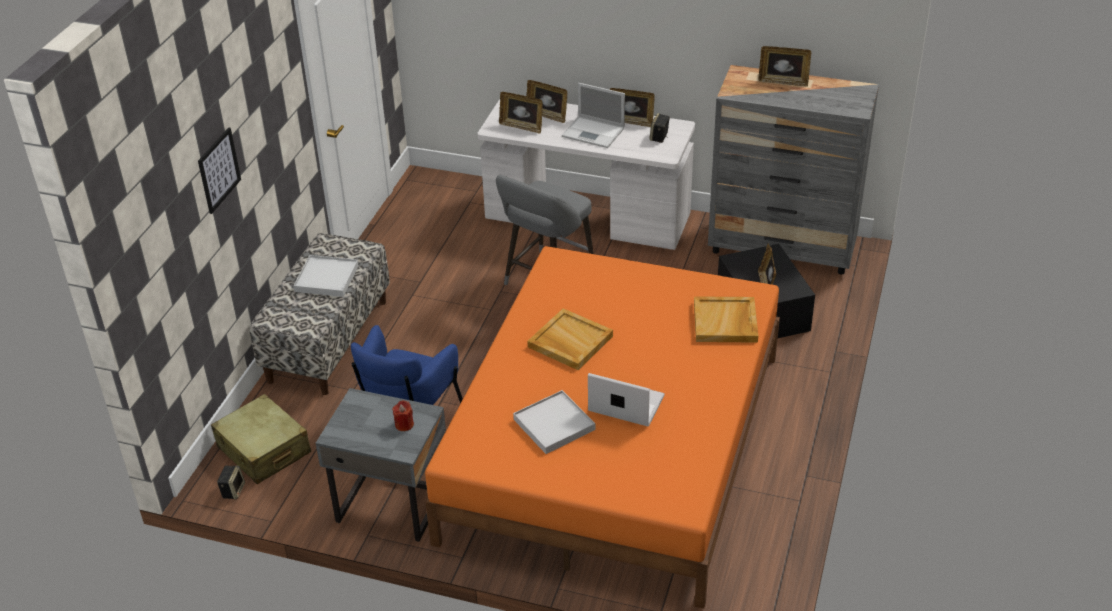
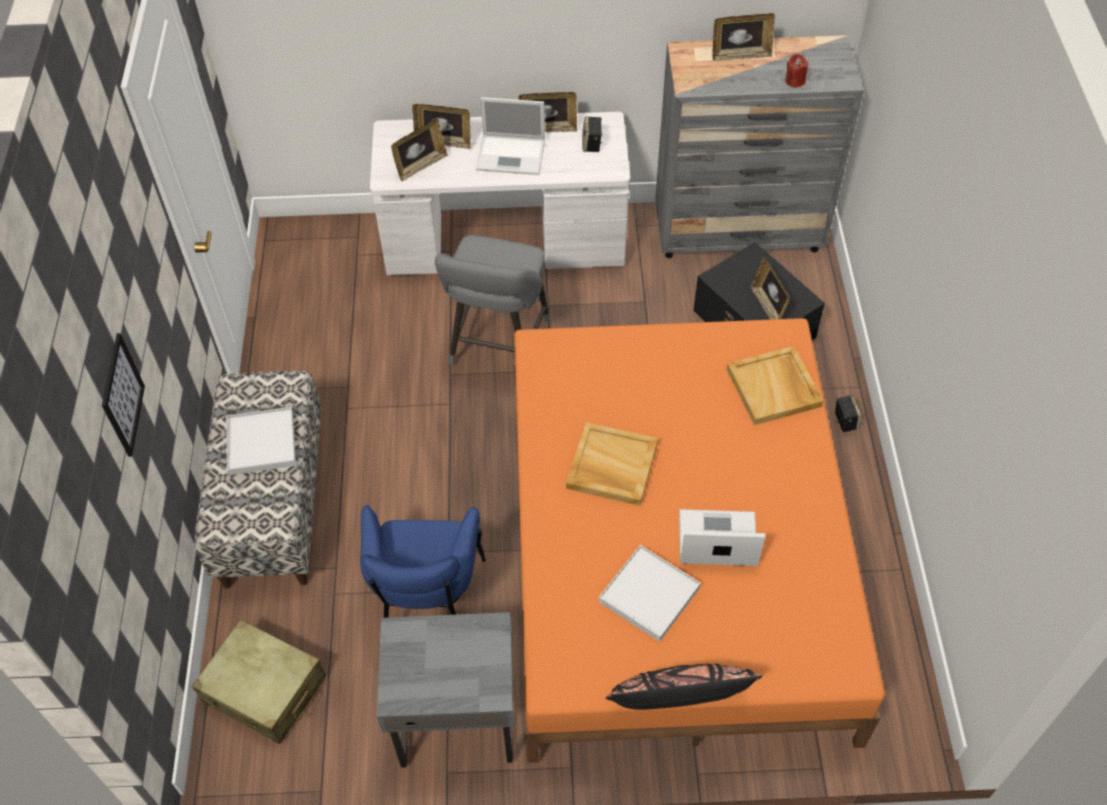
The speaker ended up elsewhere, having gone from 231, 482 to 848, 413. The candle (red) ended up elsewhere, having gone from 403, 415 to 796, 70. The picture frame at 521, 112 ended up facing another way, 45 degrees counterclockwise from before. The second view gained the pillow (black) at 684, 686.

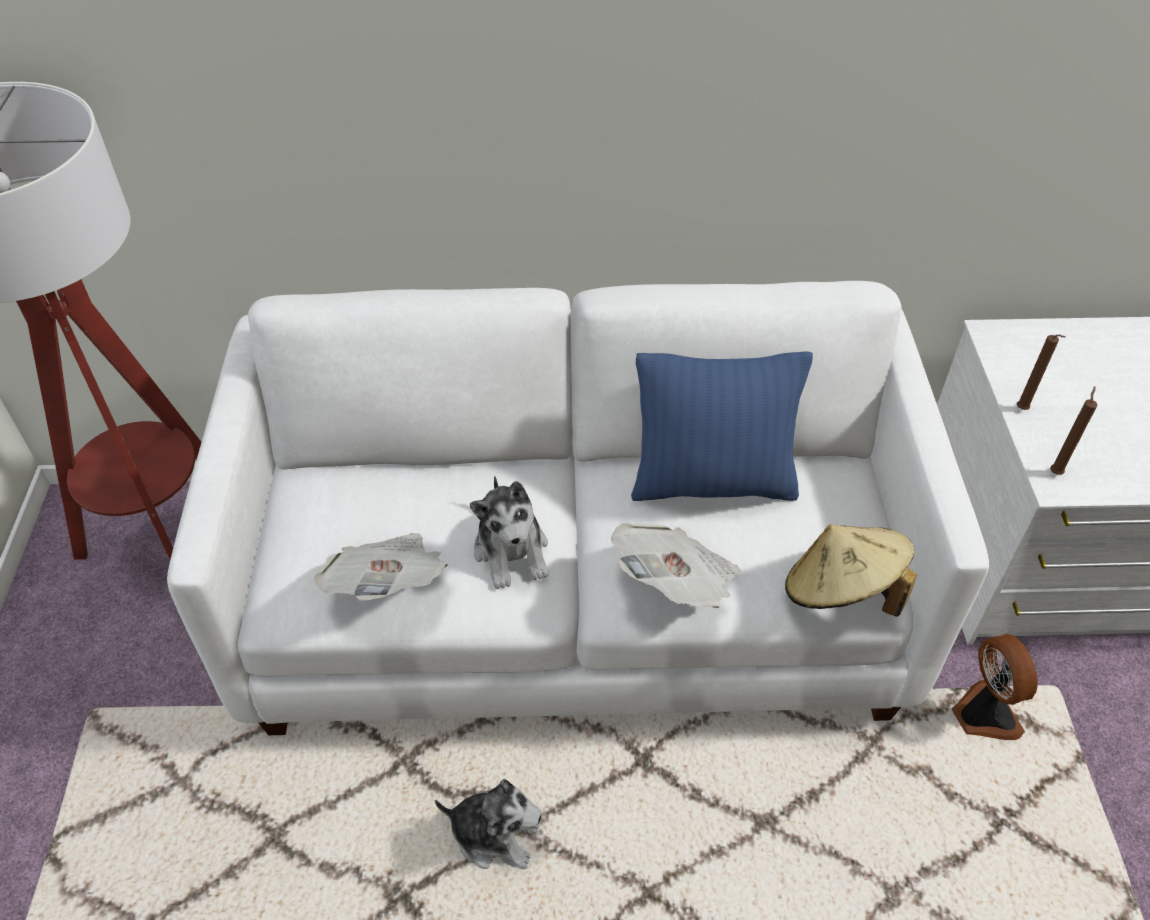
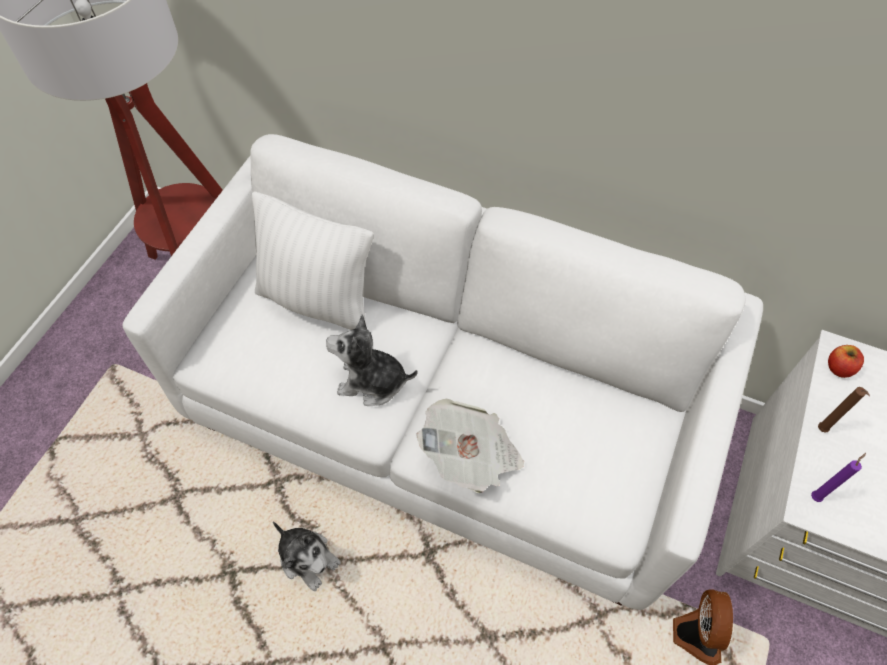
The second view lost the newspaper at 381, 567. The plush toy at 509, 533 ended up facing another way, 90 degrees clockwise from before. The second view lost the pillow (blue) at 722, 426. The second view lost the hat (beige) at 851, 570. What was the candle (brown) at 1073, 431 turned into the candle (purple) at 838, 477. The second view gained the pillow (white) at 312, 260. The second view gained the apple at 846, 361.

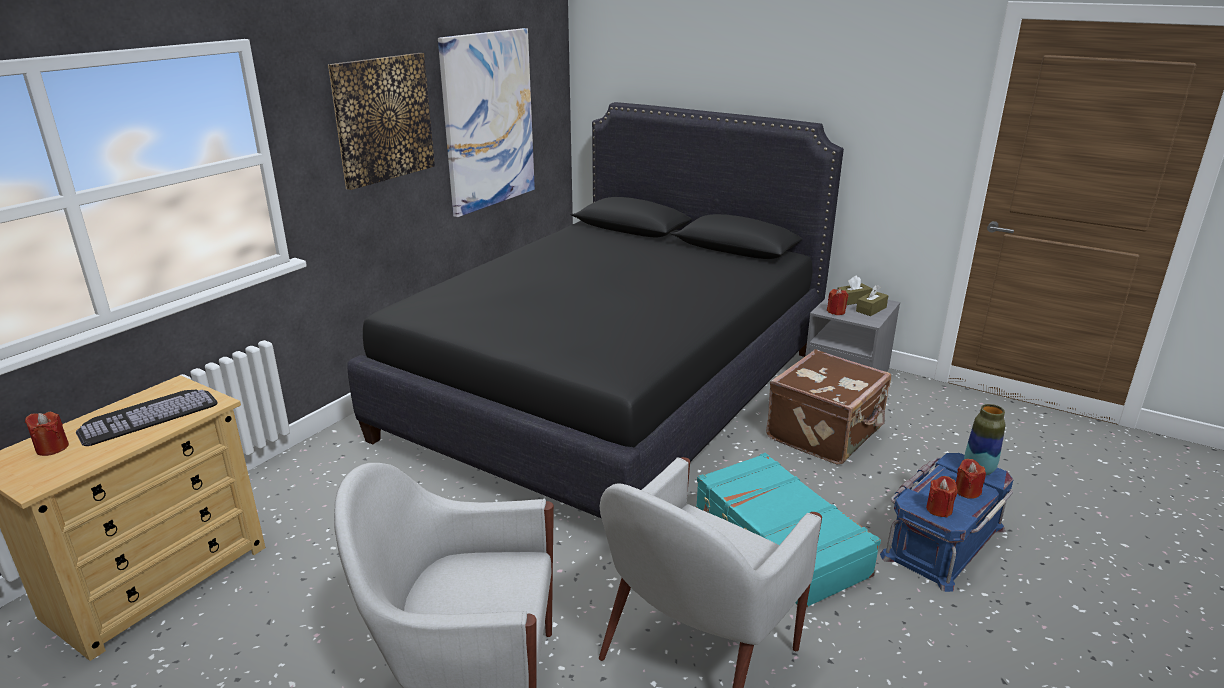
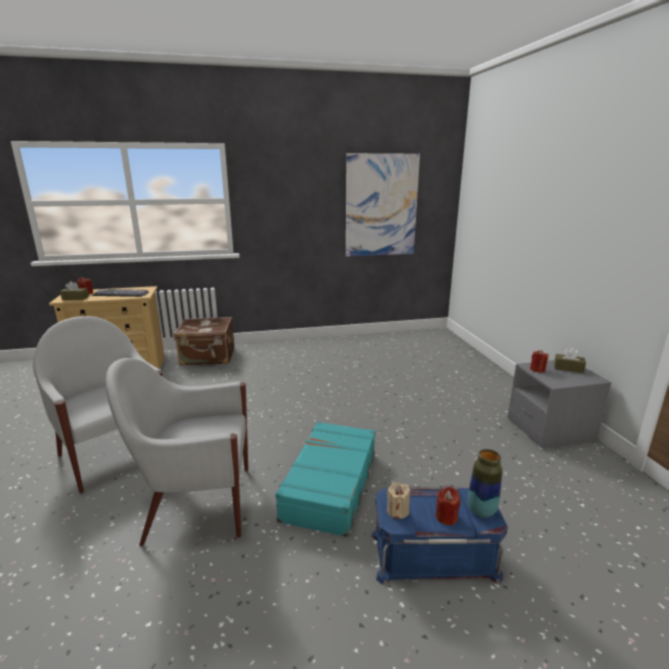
The second view lost the picture at 381, 121. The second view lost the bed (black) at 596, 310. The suitcase (brown) ended up elsewhere, having gone from 828, 407 to 204, 341. The tissue box (brown) ended up elsewhere, having gone from 872, 300 to 74, 290. What was the candle (red) at 942, 497 turned into the candle (beige) at 398, 501.

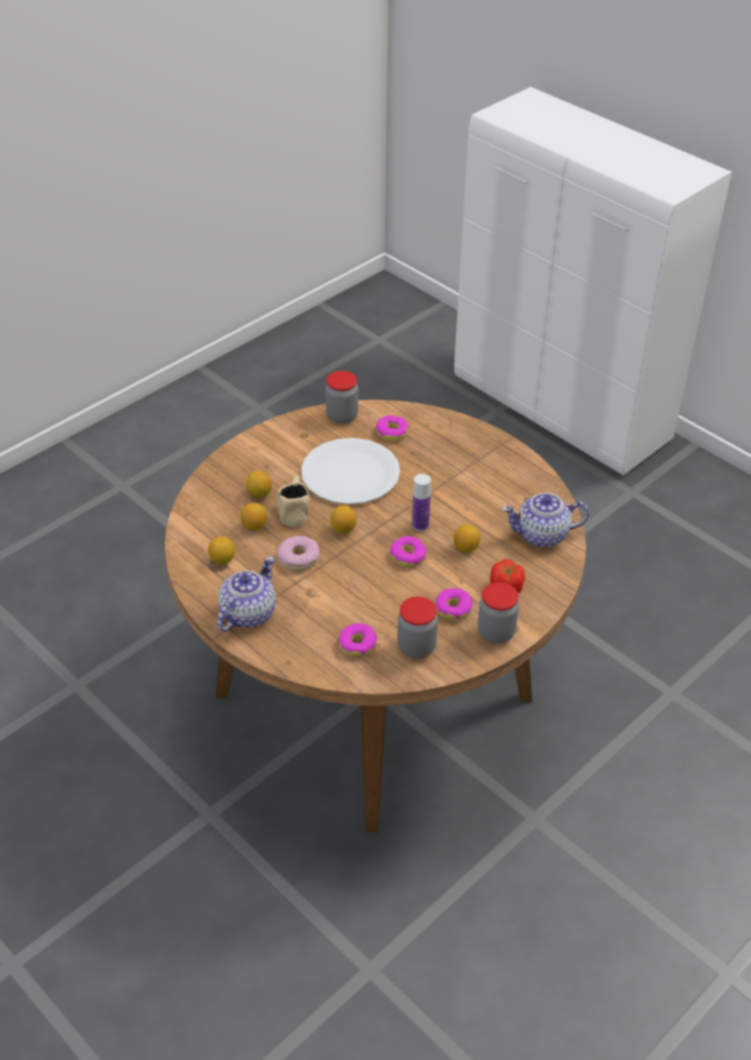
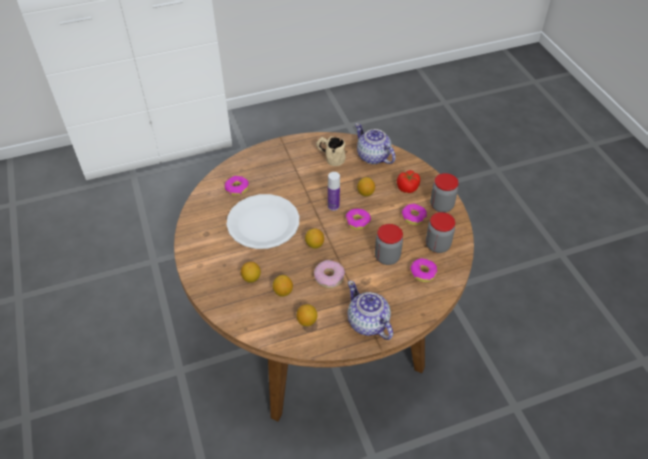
The mug (beige) ended up elsewhere, having gone from 293, 501 to 331, 151. The jar ended up elsewhere, having gone from 341, 397 to 389, 244. The teapot at 545, 520 ended up facing another way, 120 degrees clockwise from before.

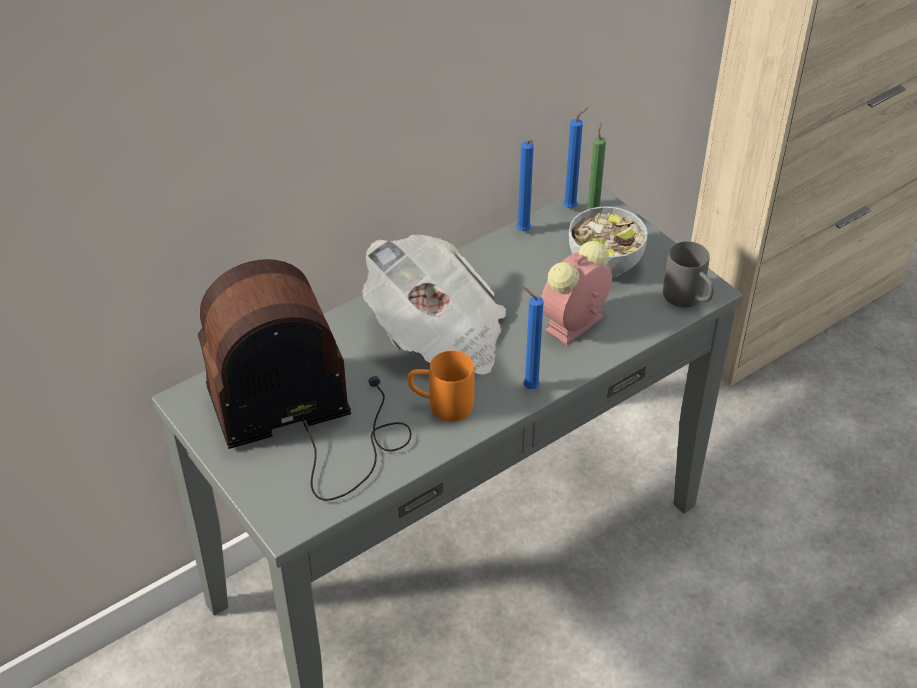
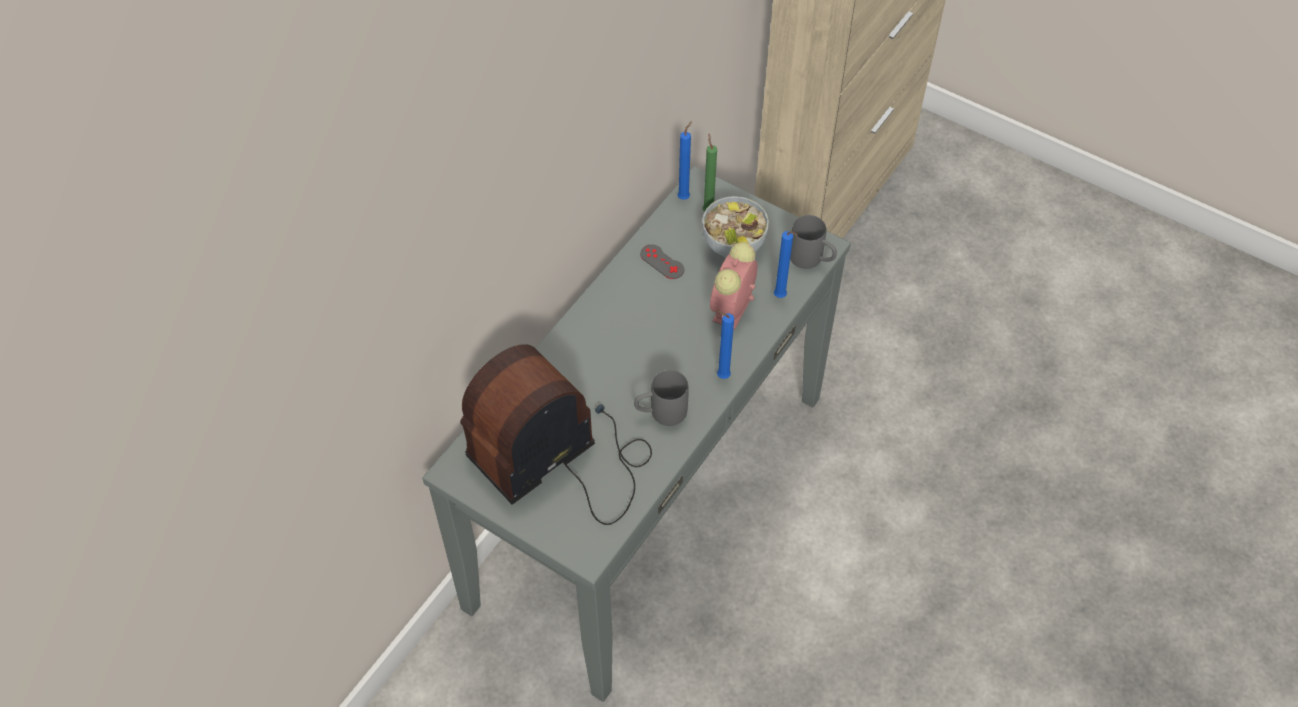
The second view lost the newspaper at 434, 305. What was the mug (orange) at 440, 386 turned into the mug (grey) at 661, 398. The candle (blue) ended up elsewhere, having gone from 525, 185 to 785, 264. The second view gained the game controller (grey) at 662, 261.

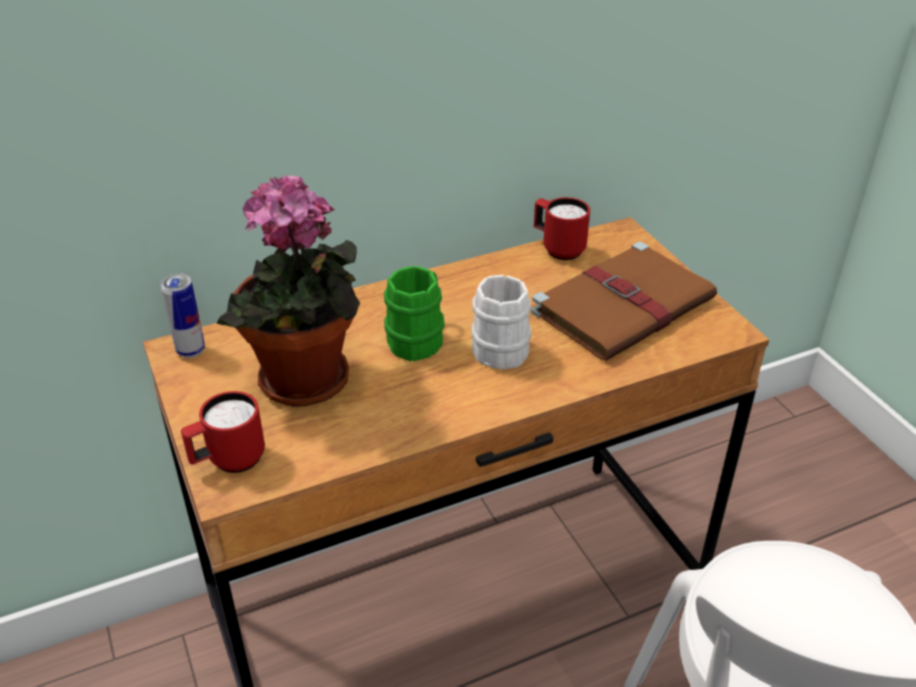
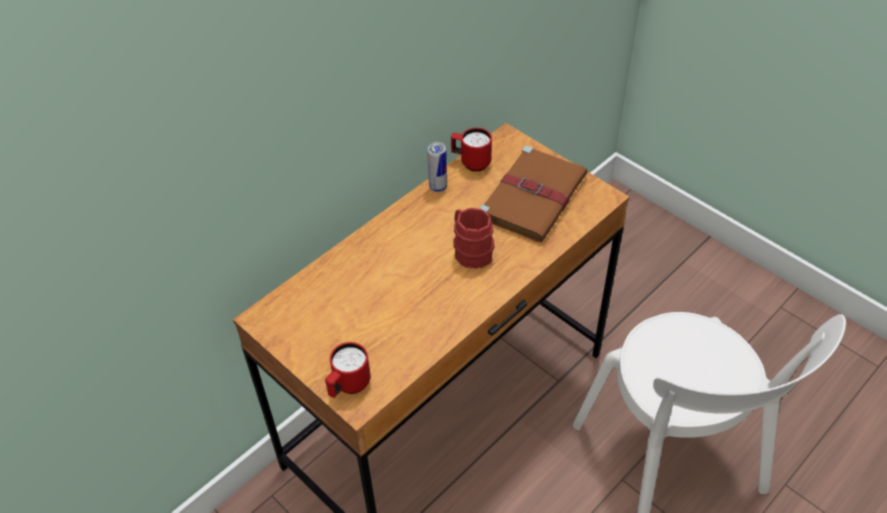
The can ended up elsewhere, having gone from 182, 315 to 437, 167. The second view lost the potted plant at 288, 291. The second view lost the mug (green) at 414, 313. What was the mug (white) at 501, 322 turned into the mug (red) at 474, 238.

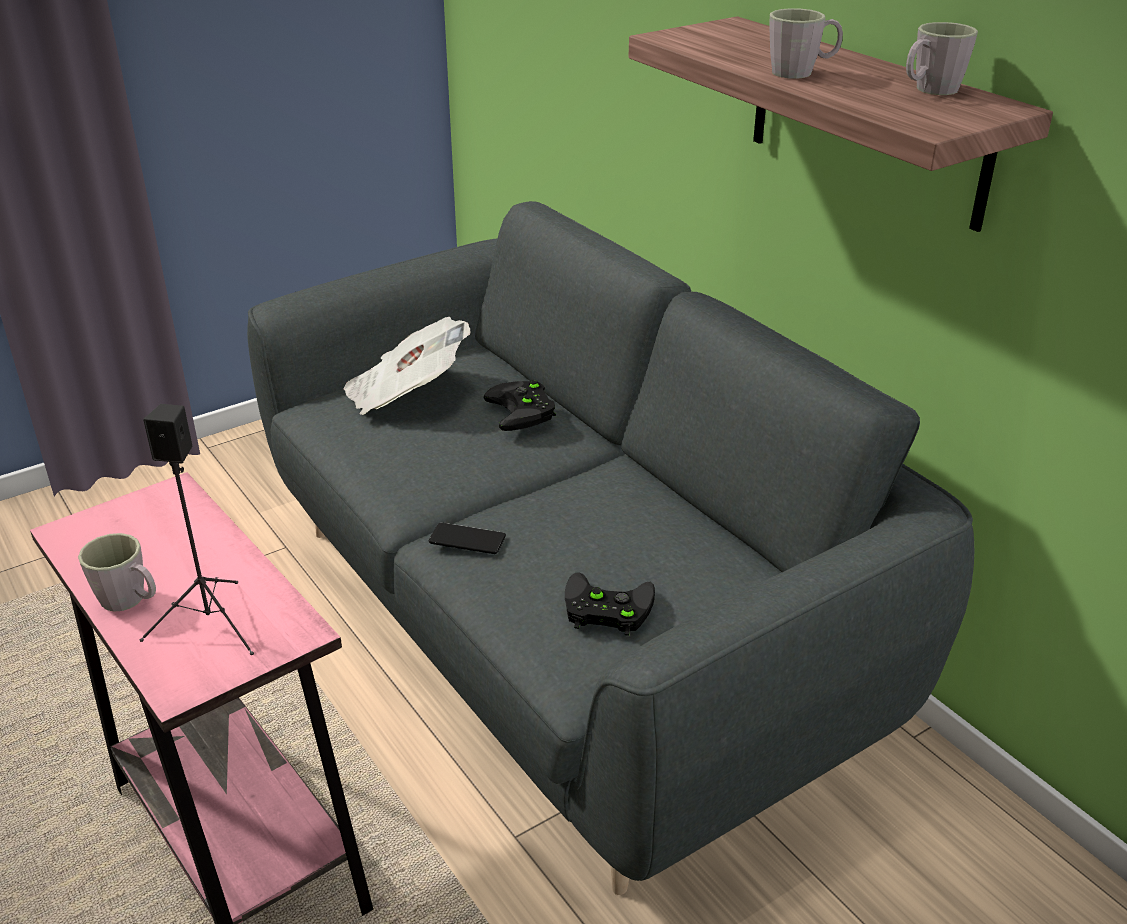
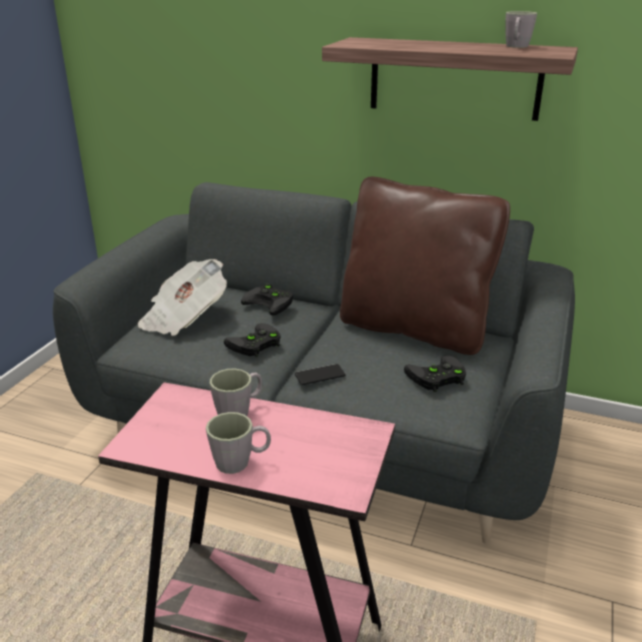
The second view lost the speaker (black) at 197, 529. The mug (grey) ended up elsewhere, having gone from 806, 43 to 236, 392. The second view gained the game controller (black) at 252, 340. The second view gained the pillow (brown) at 425, 266.

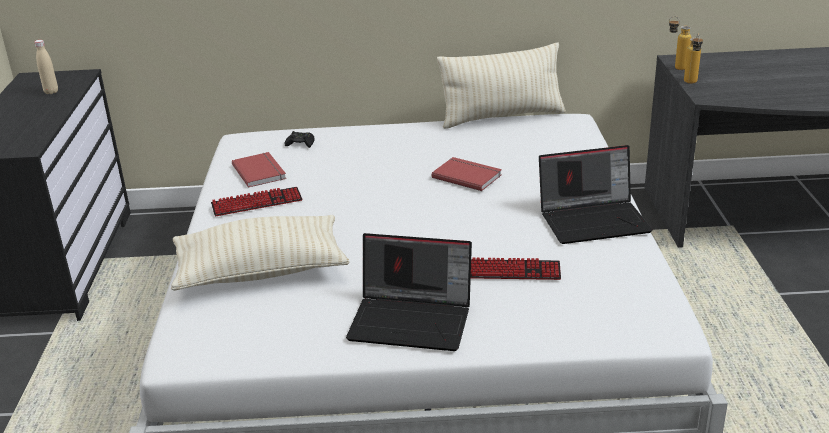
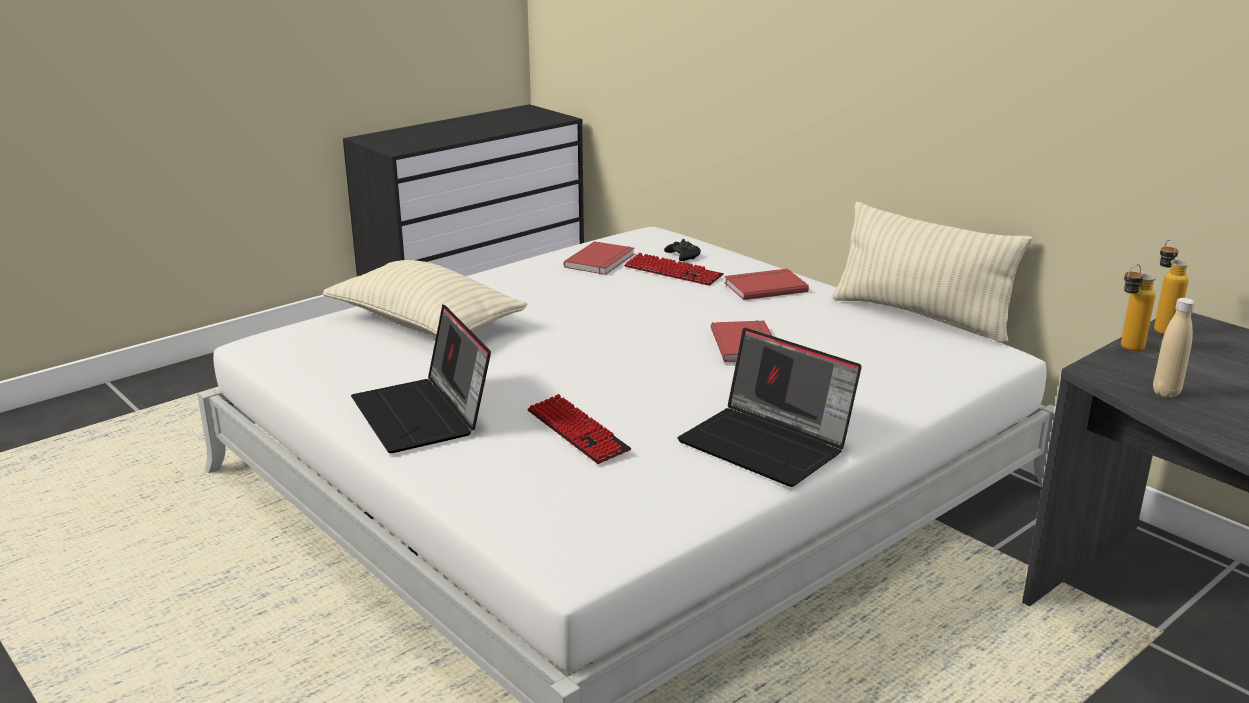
The bottle (beige) ended up elsewhere, having gone from 46, 67 to 1174, 348. The keyboard ended up elsewhere, having gone from 257, 201 to 674, 269. The second view gained the book (red) at 766, 284.

